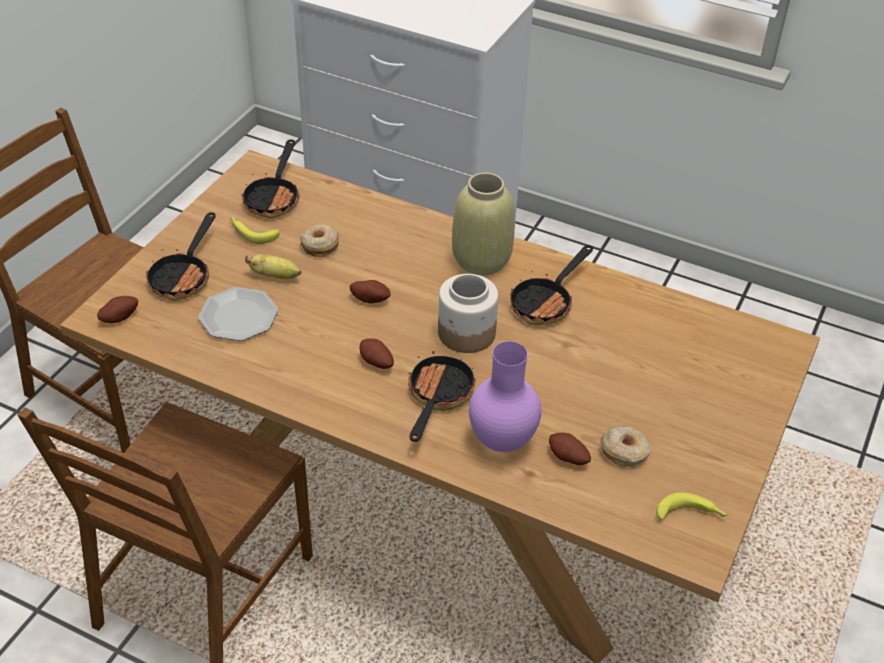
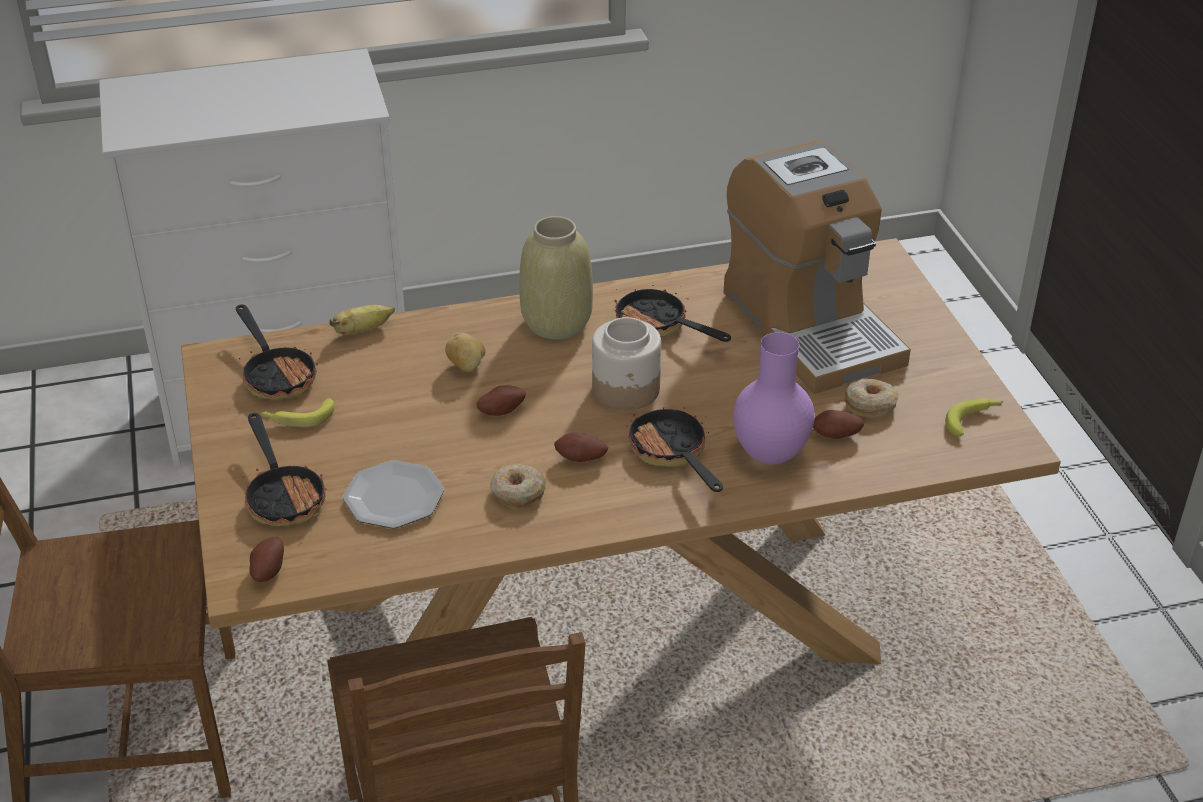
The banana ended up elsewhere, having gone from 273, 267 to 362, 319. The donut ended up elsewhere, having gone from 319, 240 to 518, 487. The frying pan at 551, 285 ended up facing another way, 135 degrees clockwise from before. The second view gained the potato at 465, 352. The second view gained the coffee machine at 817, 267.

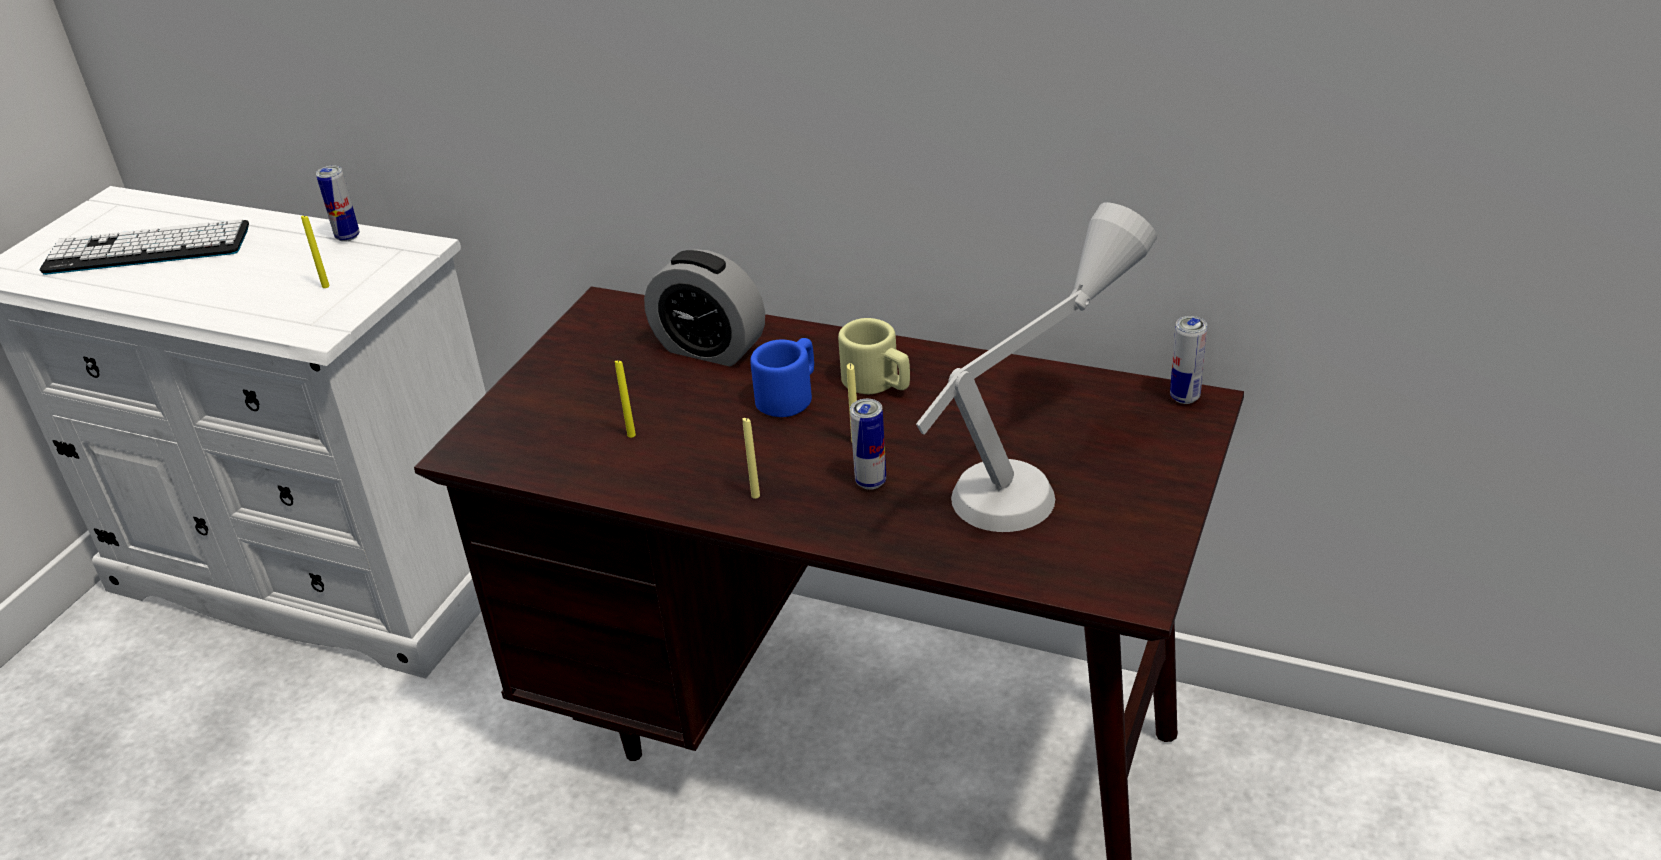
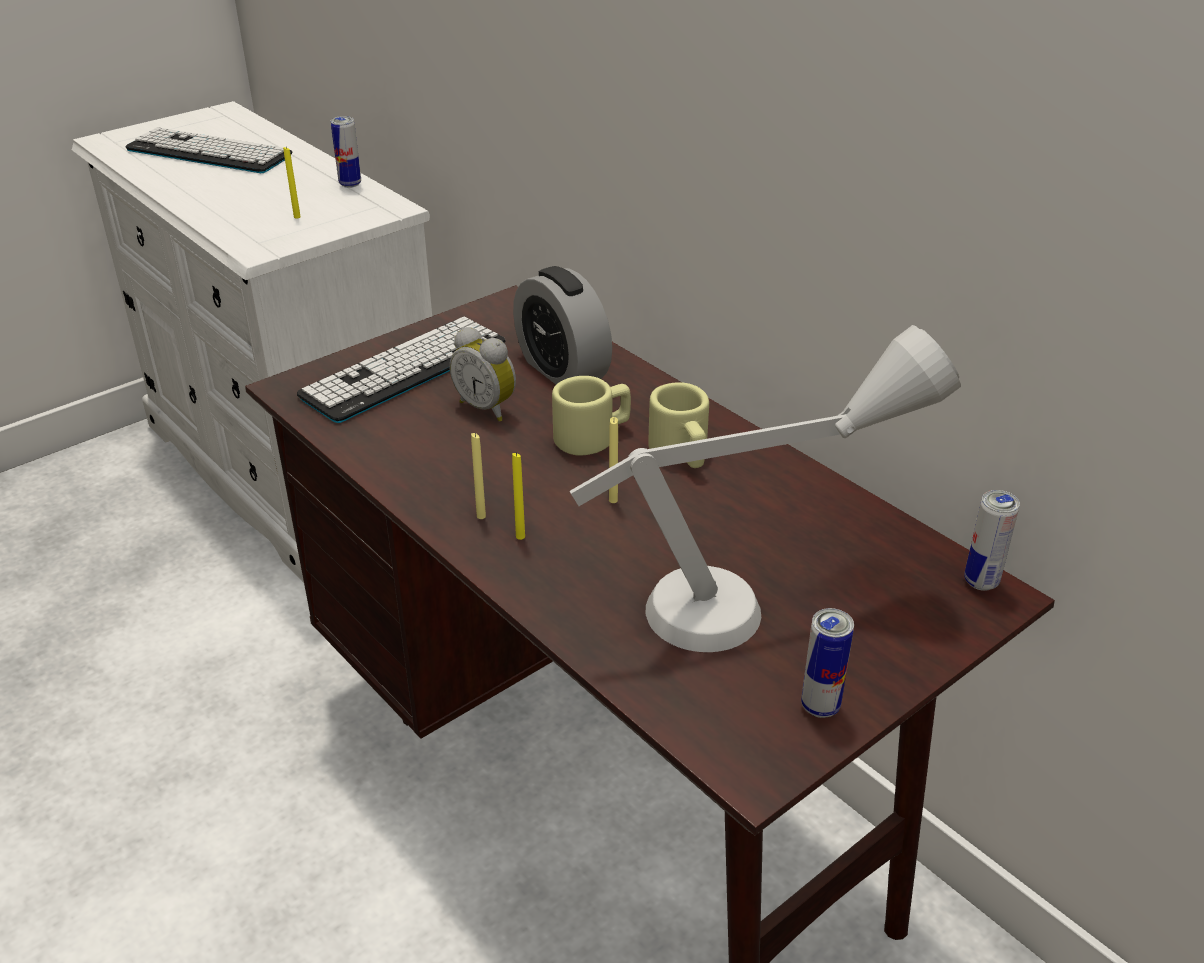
The candle (yellow) ended up elsewhere, having gone from 625, 399 to 518, 496. What was the mug (blue) at 782, 377 turned into the mug (beige) at 591, 416. The can ended up elsewhere, having gone from 868, 444 to 827, 663. The second view gained the keyboard at 401, 370. The second view gained the alarm clock at 483, 374.

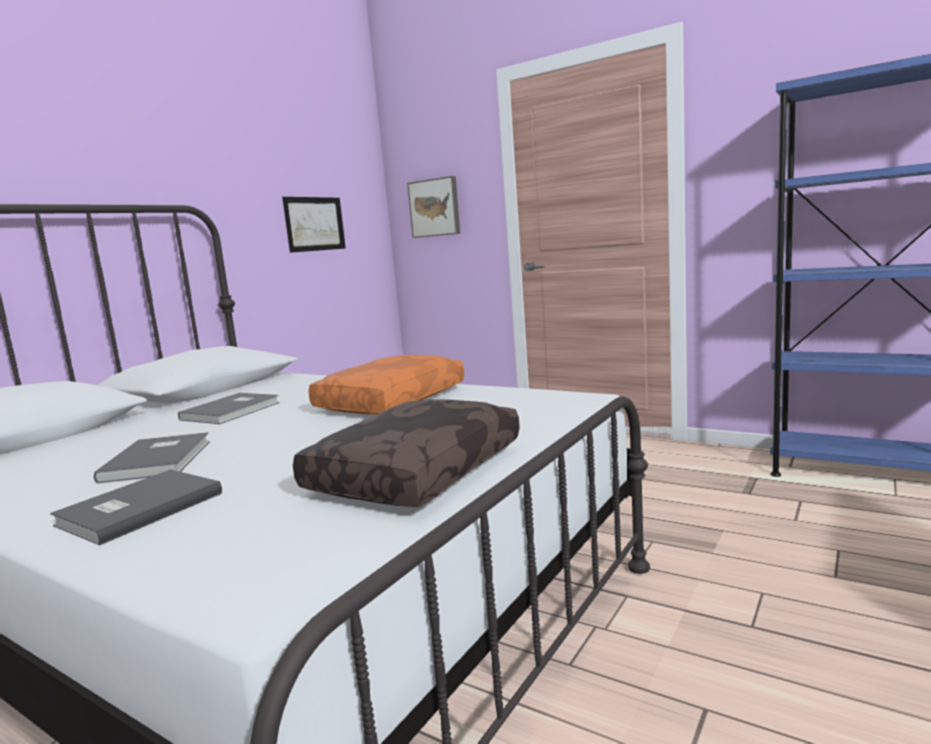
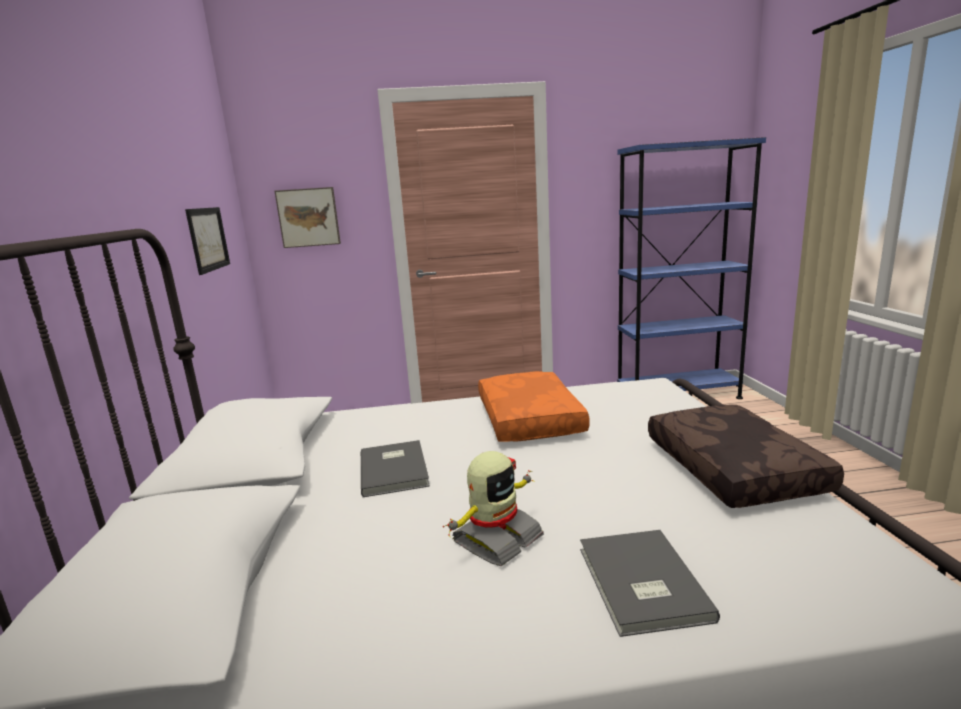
Where the book (grey) stood at 152, 457, the toy robot came to stand at 493, 508.

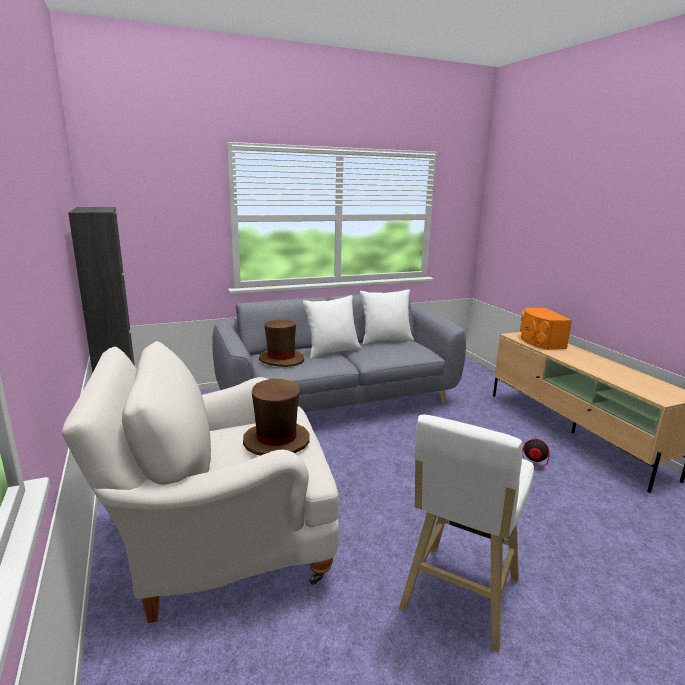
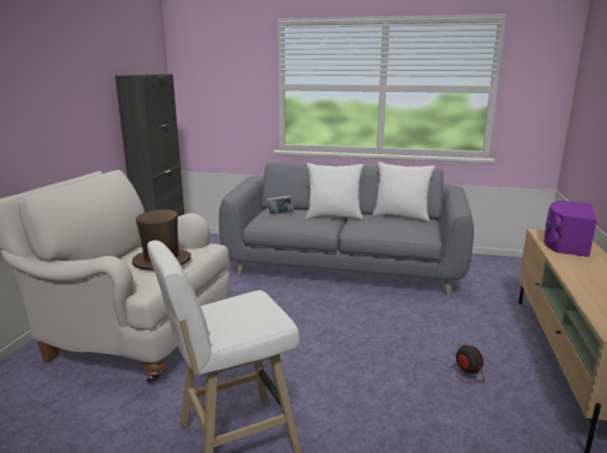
Where the hat (brown) stood at 281, 343, the book came to stand at 280, 204. What was the speaker (orange) at 546, 329 turned into the speaker (purple) at 570, 228.

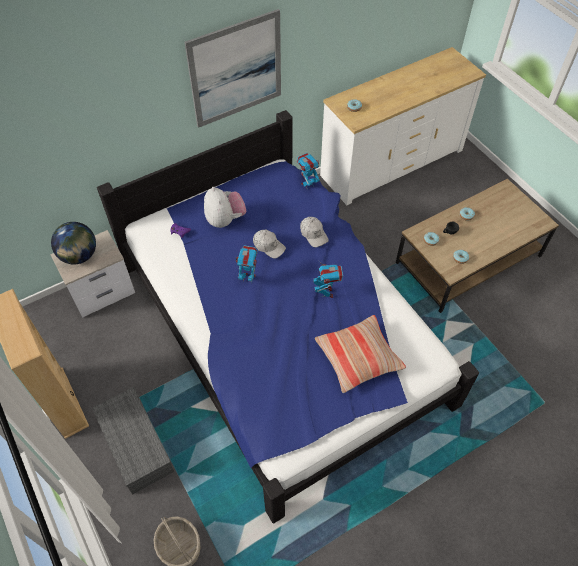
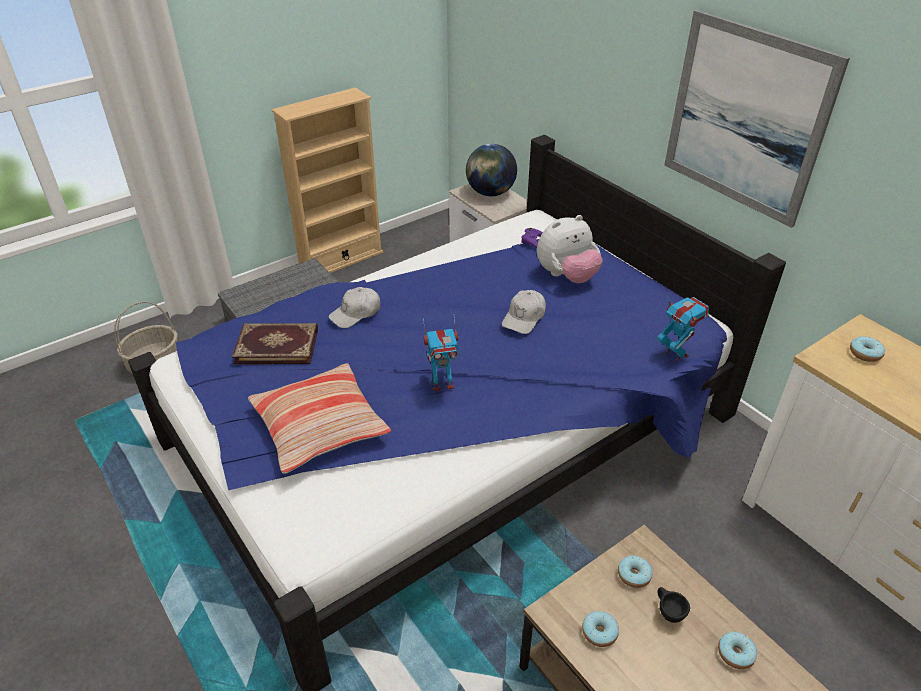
The second view lost the toy robot at 247, 264. The cap (white) ended up elsewhere, having gone from 314, 232 to 354, 307. The second view gained the book at 275, 343.

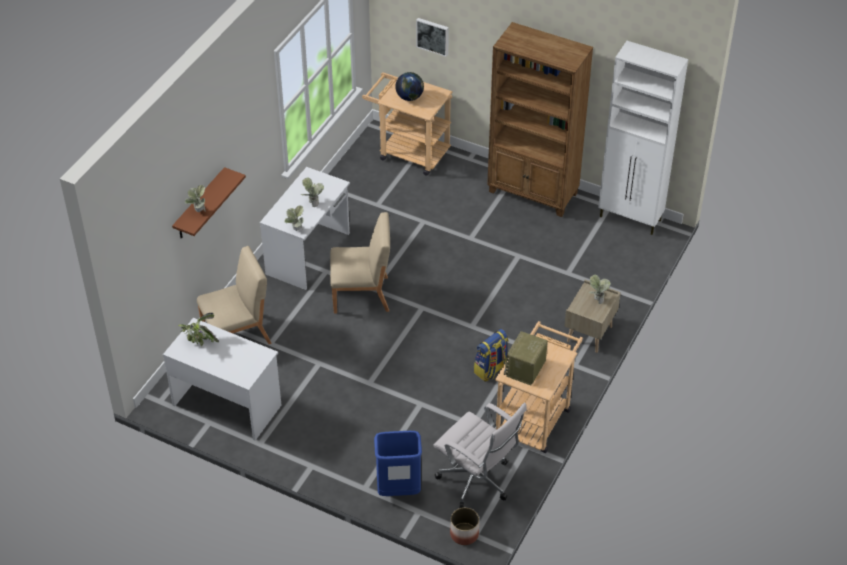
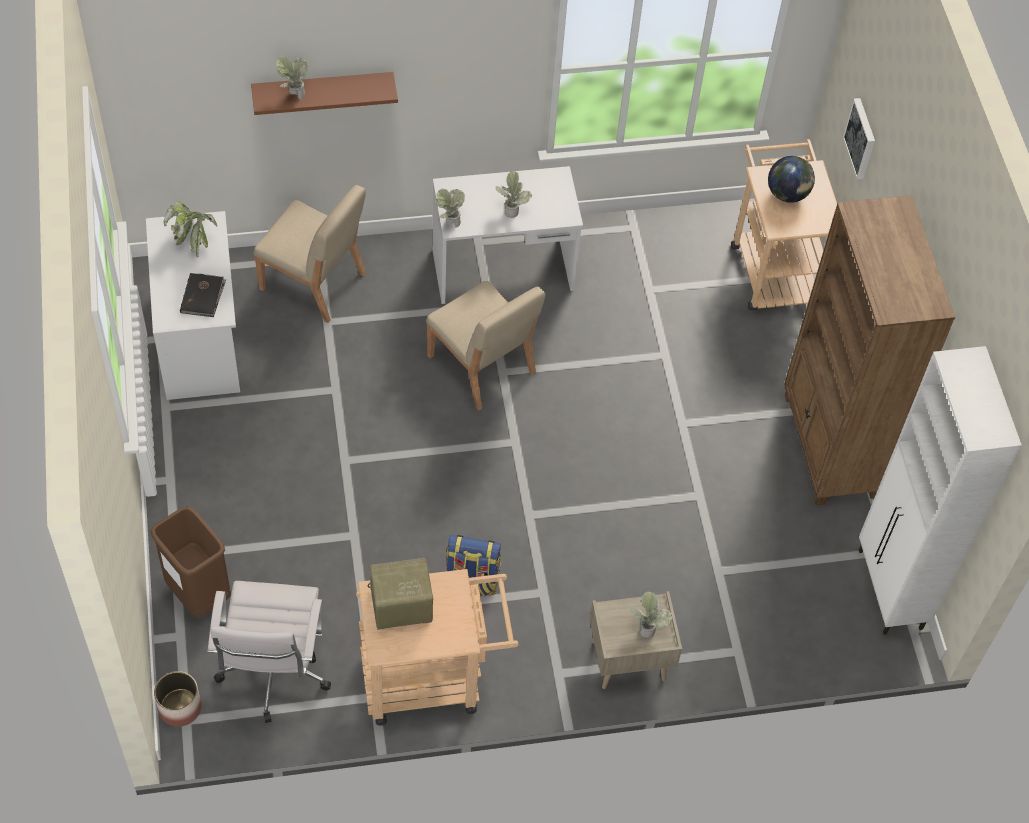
What was the trash can (blue) at 398, 463 turned into the trash can (brown) at 191, 561. The second view gained the book (black) at 203, 295.

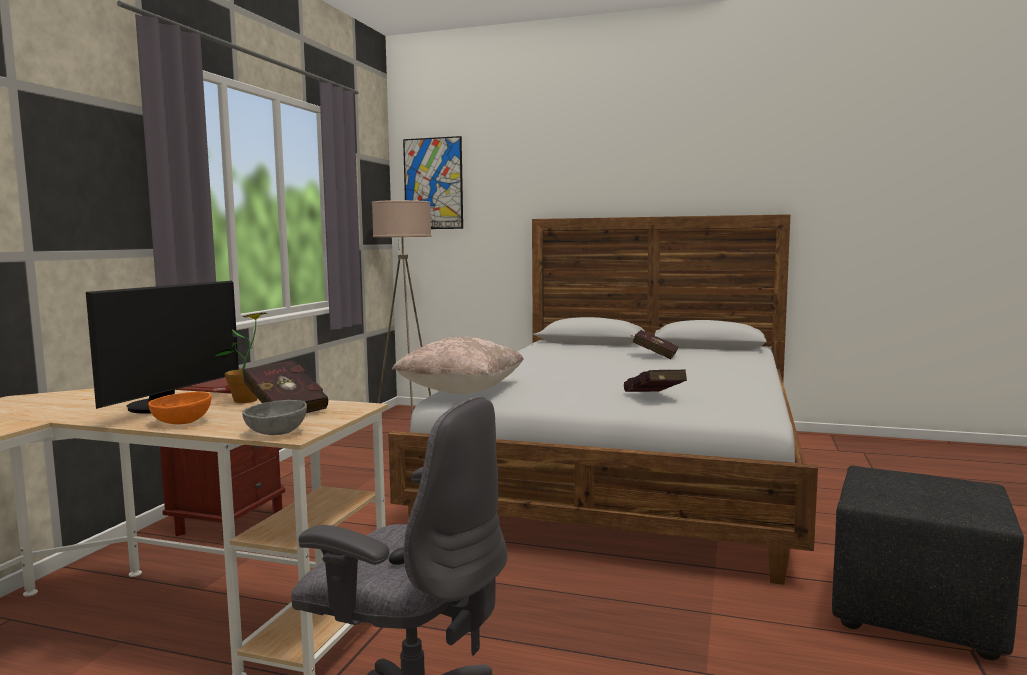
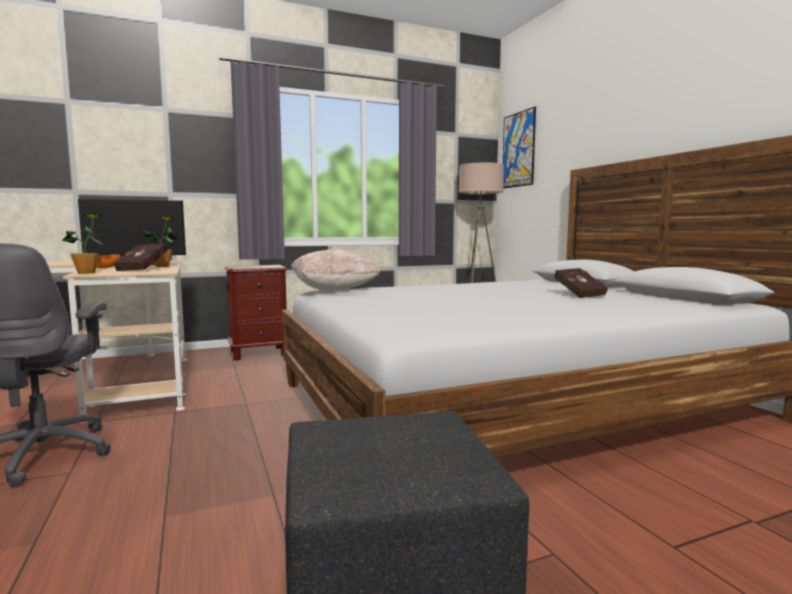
Where the bowl (grey) stood at 275, 417, the potted plant came to stand at 82, 243. The second view lost the book (red) at 655, 380.

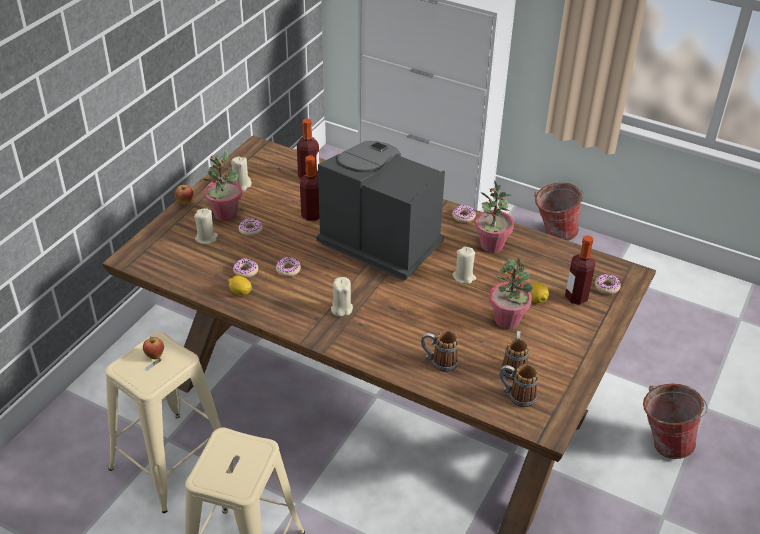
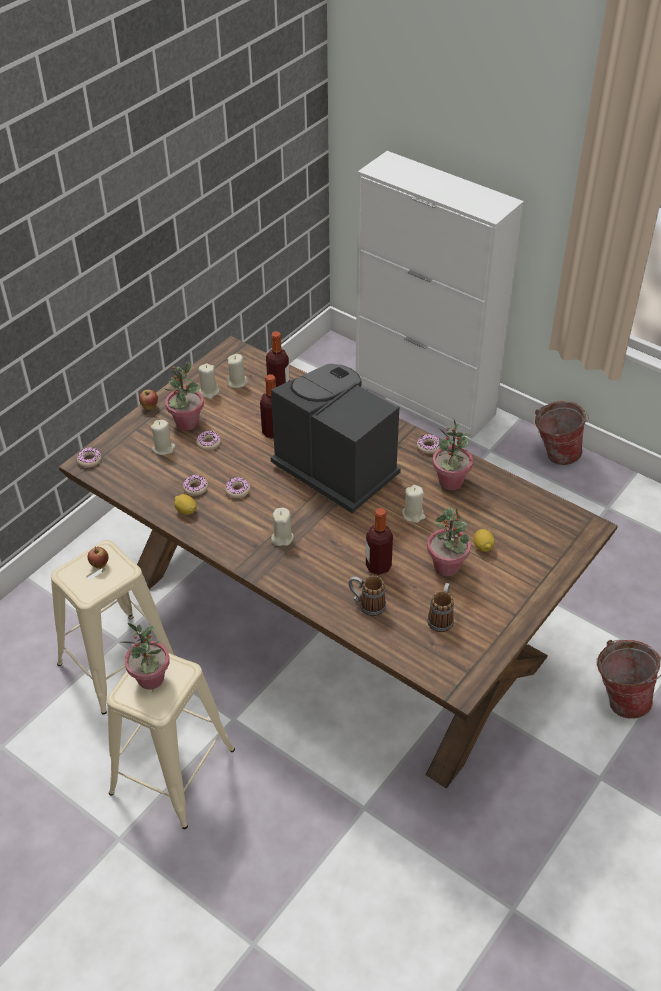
The second view lost the mug at 519, 385. The bottle ended up elsewhere, having gone from 580, 270 to 379, 541. The donut ended up elsewhere, having gone from 608, 284 to 89, 457. The second view gained the potted plant at 145, 656. The second view gained the candle (beige) at 237, 371.

